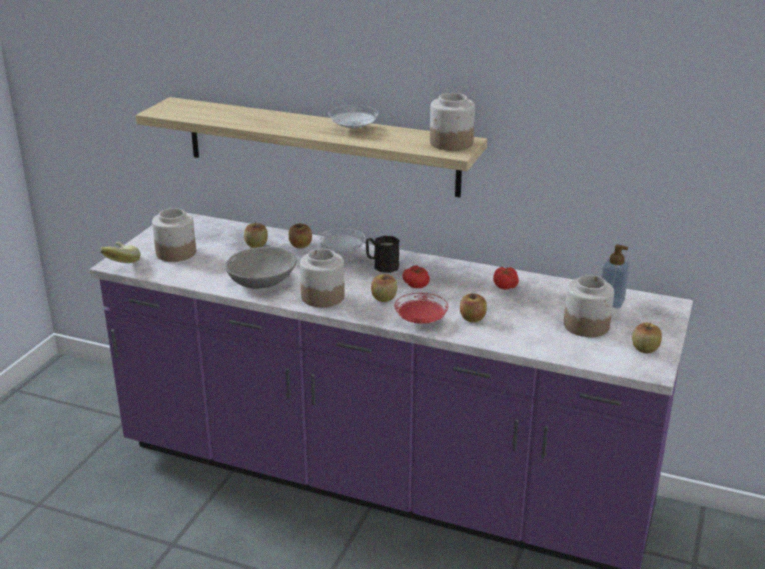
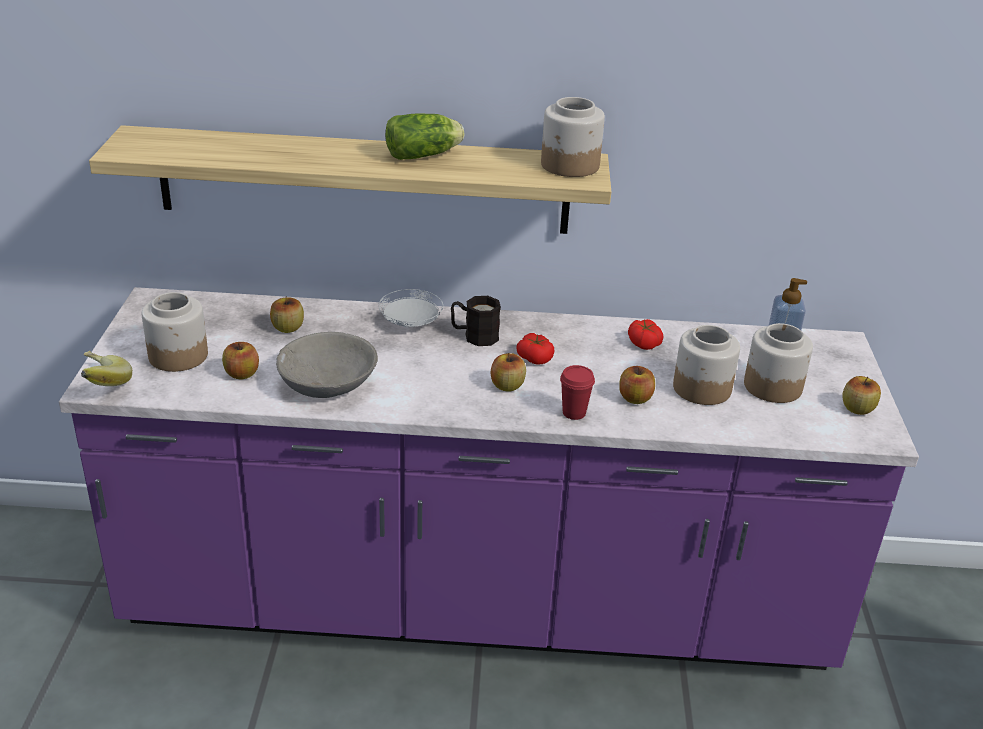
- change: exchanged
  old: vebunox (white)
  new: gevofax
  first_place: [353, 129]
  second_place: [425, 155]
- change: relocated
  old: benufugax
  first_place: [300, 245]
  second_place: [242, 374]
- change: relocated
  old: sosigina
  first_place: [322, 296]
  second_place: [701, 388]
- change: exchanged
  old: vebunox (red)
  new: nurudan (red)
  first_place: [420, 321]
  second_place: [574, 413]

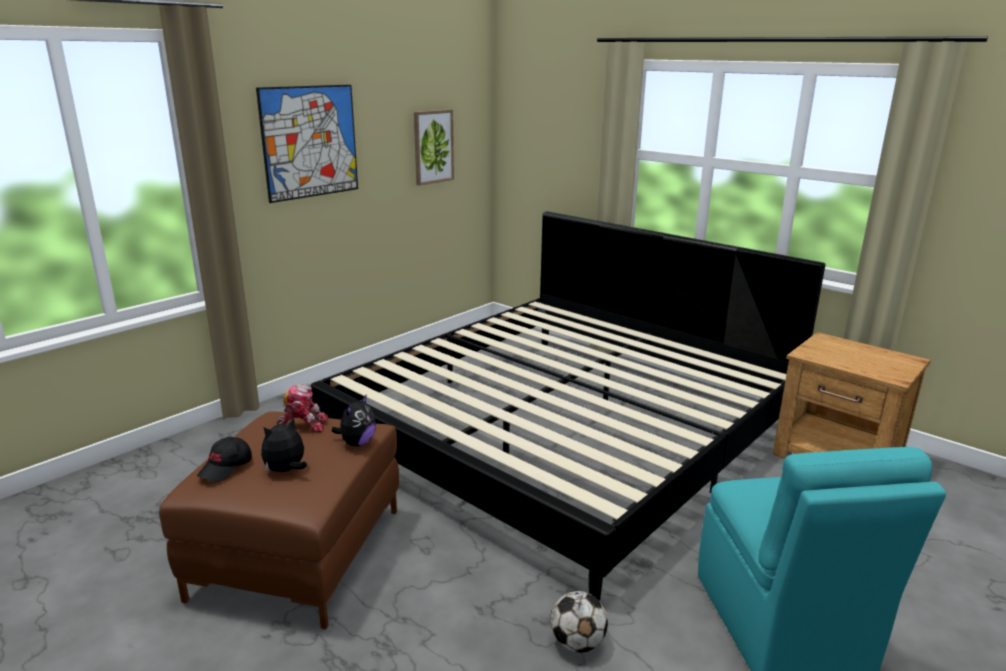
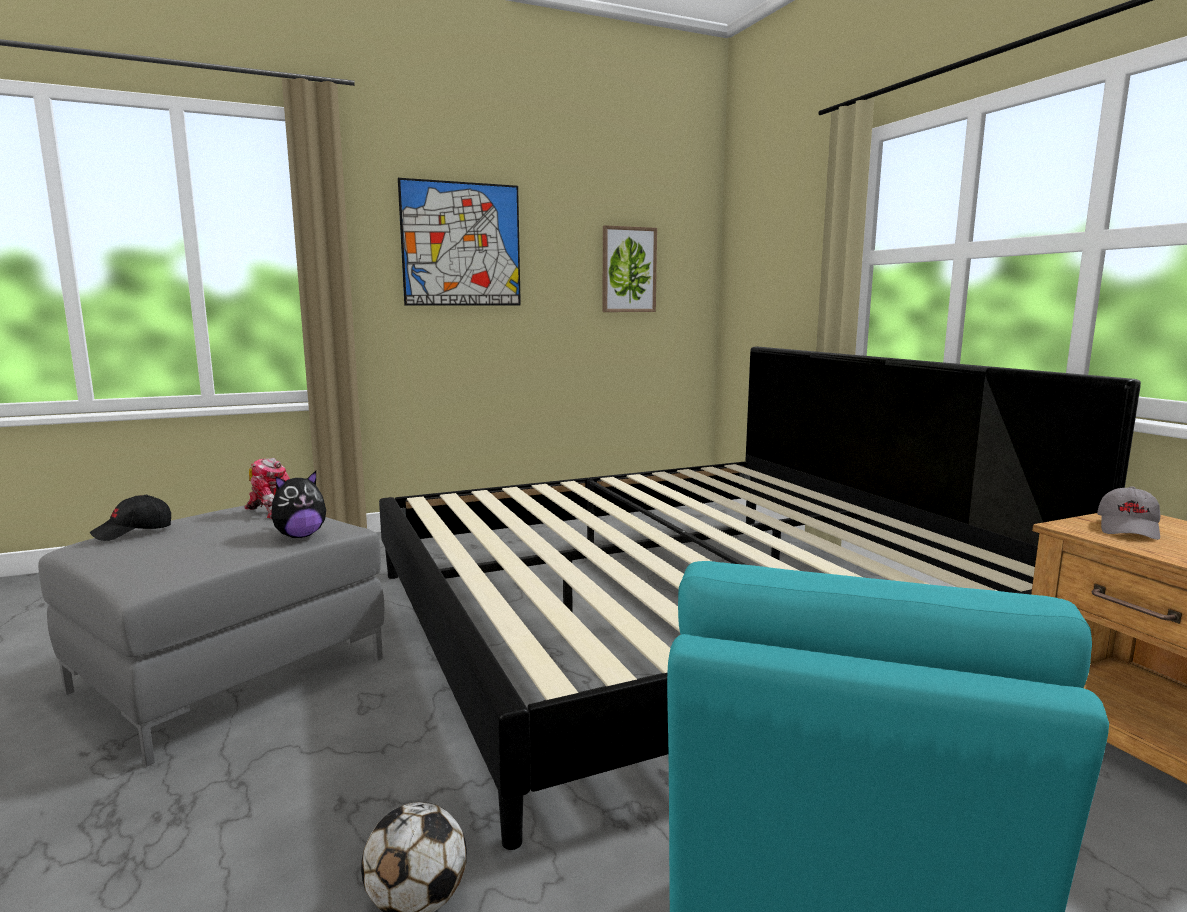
- change: colour
  old: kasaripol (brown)
  new: kasaripol (grey)
  first_place: [298, 553]
  second_place: [230, 675]
- change: missing
  old: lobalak
  first_place: [286, 470]
- change: appeared
  new: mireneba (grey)
  second_place: [1128, 529]

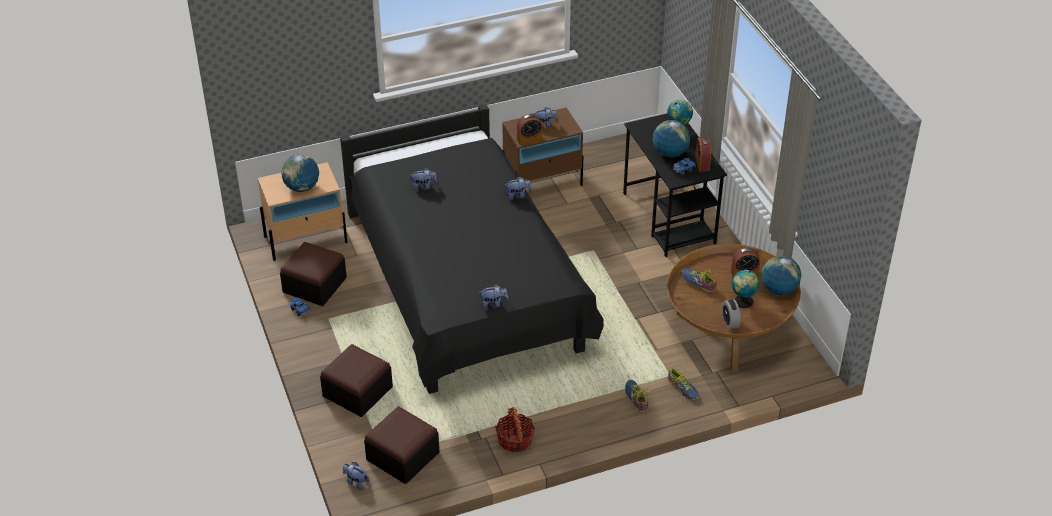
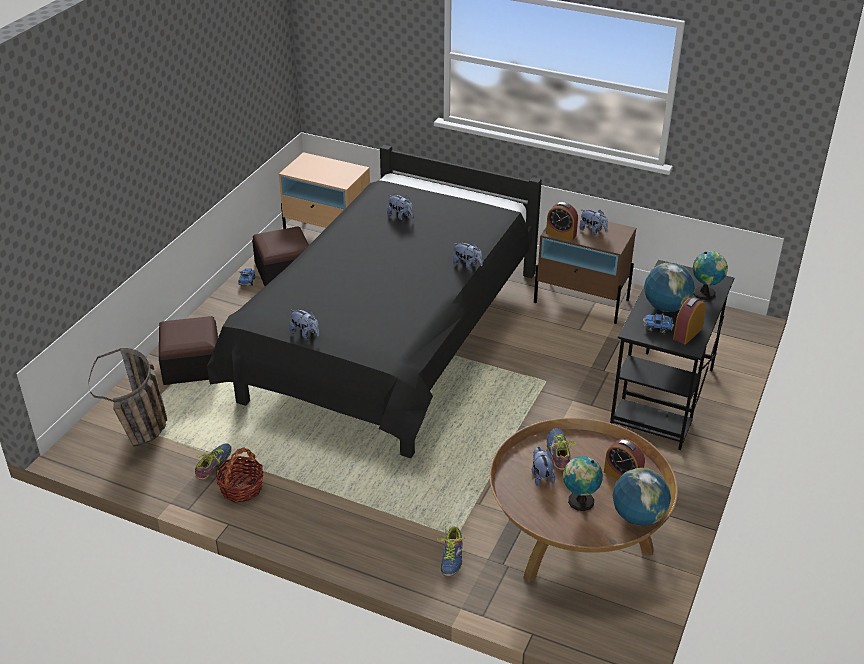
- change: missing
  old: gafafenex
  first_place: [302, 187]
- change: missing
  old: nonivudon
  first_place: [730, 322]
- change: relocated
  old: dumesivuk
  first_place: [636, 398]
  second_place: [213, 464]
- change: exchanged
  old: kasaripol
  new: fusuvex
  first_place: [402, 456]
  second_place: [144, 435]
- change: relocated
  old: lobalak
  first_place: [356, 481]
  second_place: [541, 475]

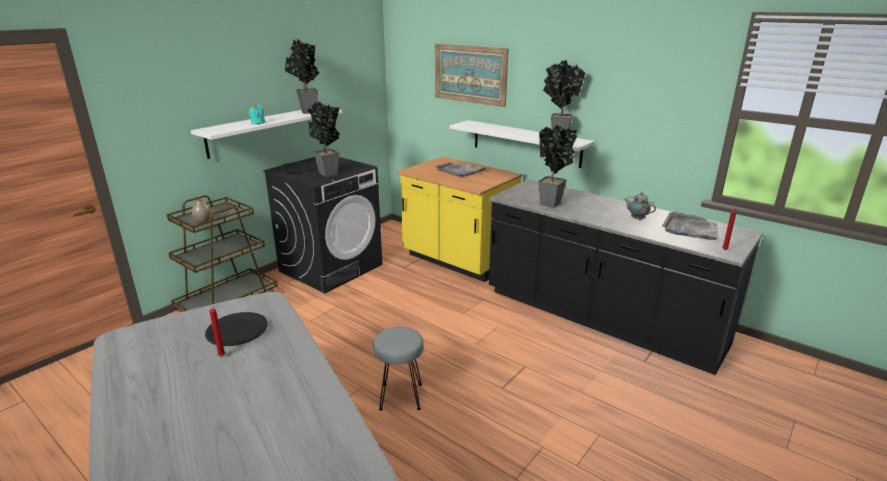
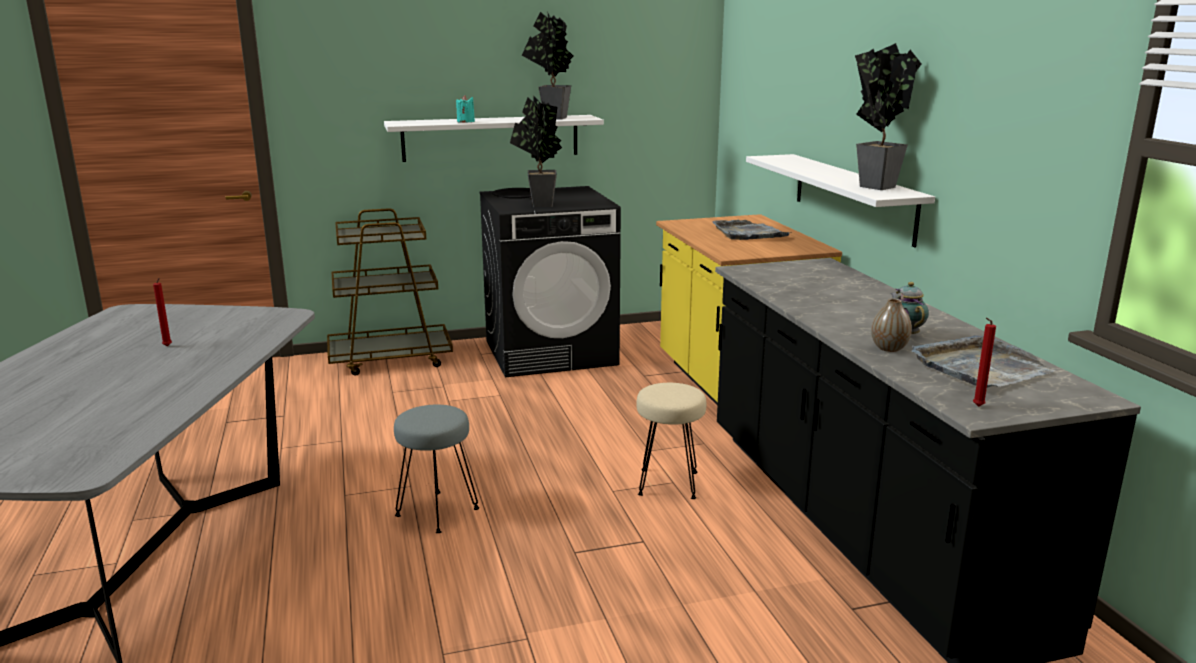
- change: missing
  old: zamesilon
  first_place: [470, 74]
- change: missing
  old: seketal
  first_place: [552, 205]
- change: relocated
  old: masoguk
  first_place: [203, 221]
  second_place: [889, 348]
- change: missing
  old: vebunox (black)
  first_place: [237, 330]
- change: appeared
  new: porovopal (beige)
  second_place: [669, 484]

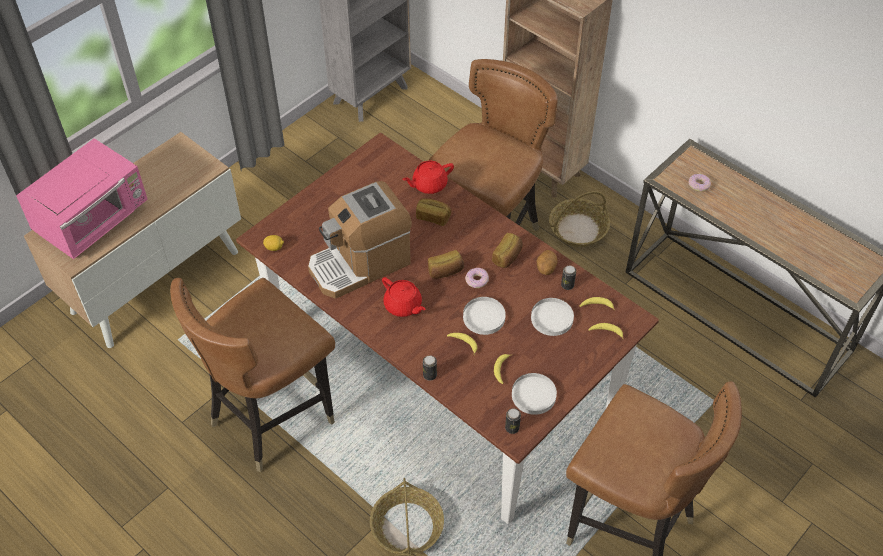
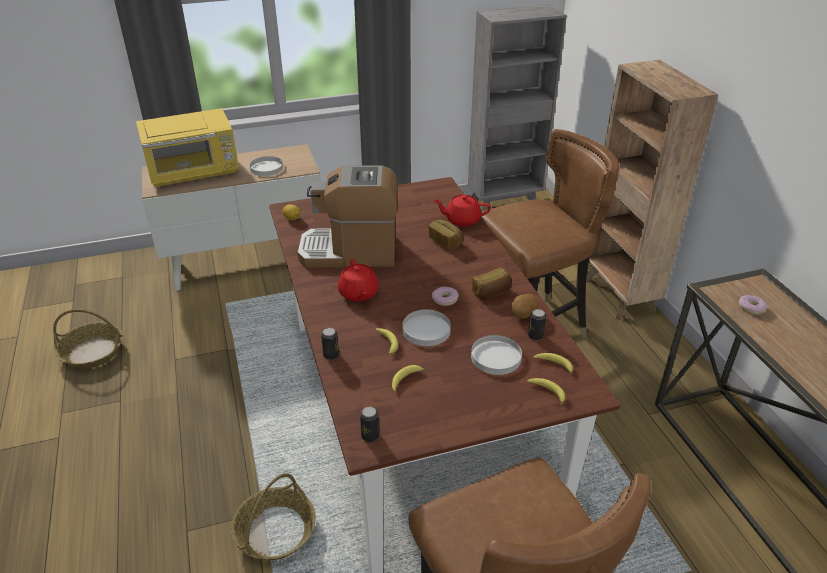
- change: colour
  old: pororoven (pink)
  new: pororoven (yellow)
  first_place: [94, 220]
  second_place: [194, 172]
- change: relocated
  old: fusuvex
  first_place: [578, 229]
  second_place: [93, 352]
- change: missing
  old: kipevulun
  first_place: [445, 271]
- change: missing
  old: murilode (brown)
  first_place: [271, 418]
- change: relocated
  old: vebunox (white)
  first_place: [533, 395]
  second_place: [266, 168]

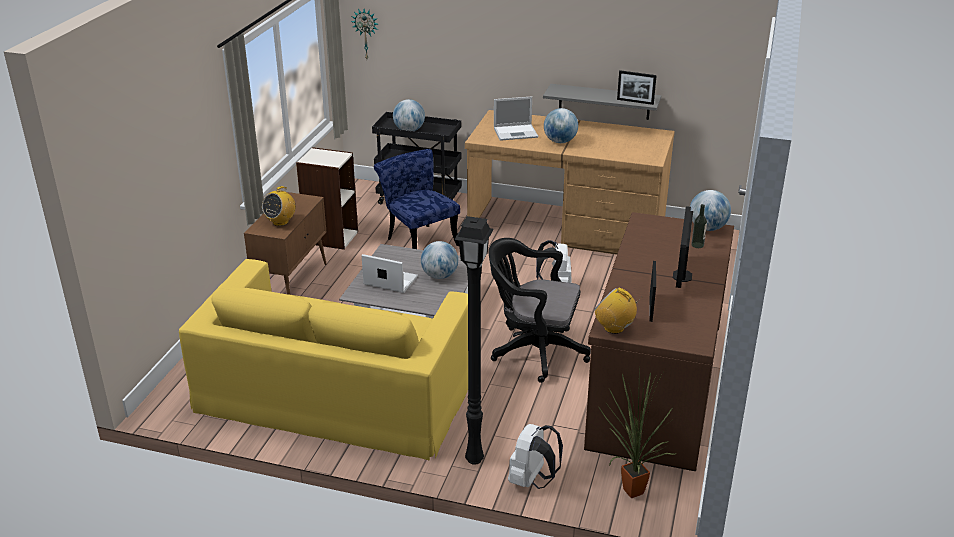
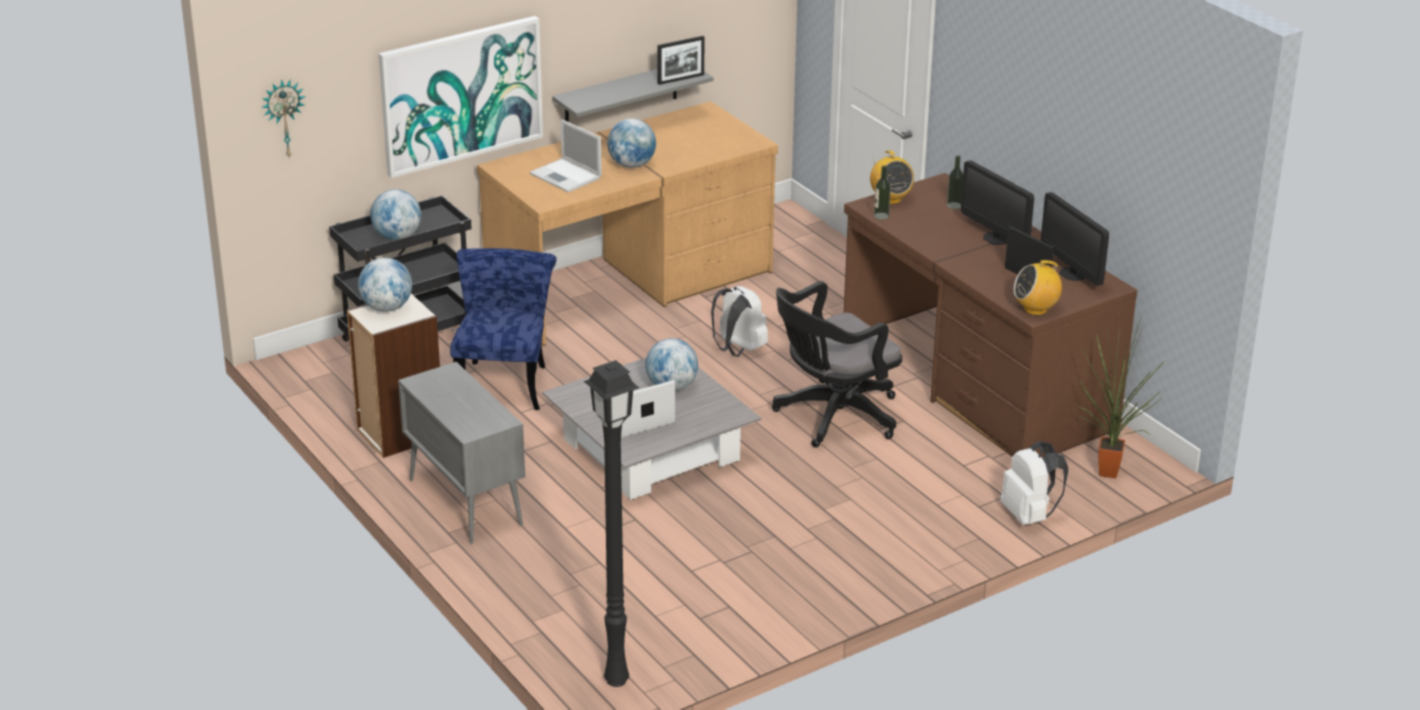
- change: spun
  old: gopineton
  first_place: [516, 132]
  second_place: [567, 176]
  degrees: 105
- change: spun
  old: murilode (blue)
  first_place: [419, 240]
  second_place: [505, 381]
  degrees: 90
- change: relocated
  old: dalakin
  first_place: [280, 222]
  second_place: [890, 199]
- change: relocated
  old: gafafenex
  first_place: [707, 228]
  second_place: [387, 308]
- change: colour
  old: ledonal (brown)
  new: ledonal (grey)
  first_place: [292, 282]
  second_place: [464, 502]
- change: relocated
  old: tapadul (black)
  first_place: [473, 460]
  second_place: [616, 682]
- change: missing
  old: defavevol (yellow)
  first_place: [336, 392]
- change: appeared
  new: zamesilon
  second_place: [461, 95]
- change: appeared
  new: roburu
  second_place: [881, 216]
- change: appeared
  new: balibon
  second_place: [1072, 274]

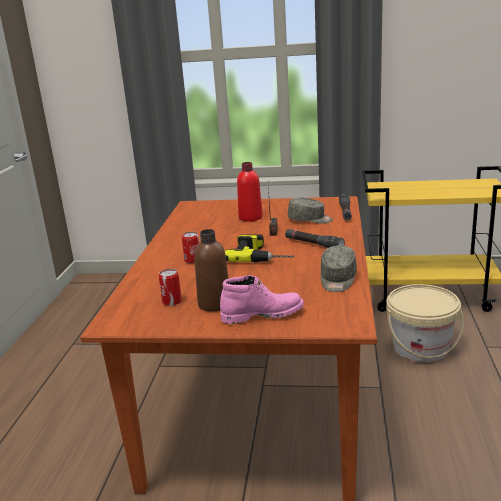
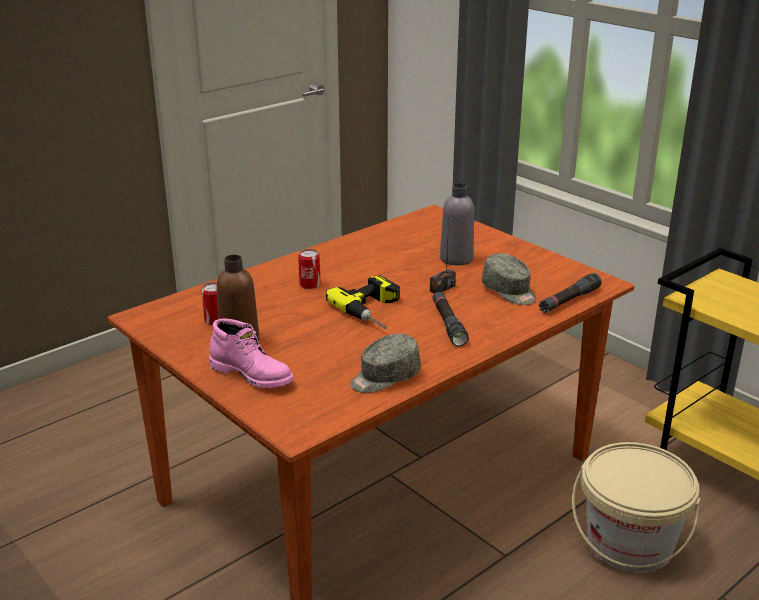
- change: colour
  old: roburu (red)
  new: roburu (grey)
  first_place: [250, 217]
  second_place: [456, 259]

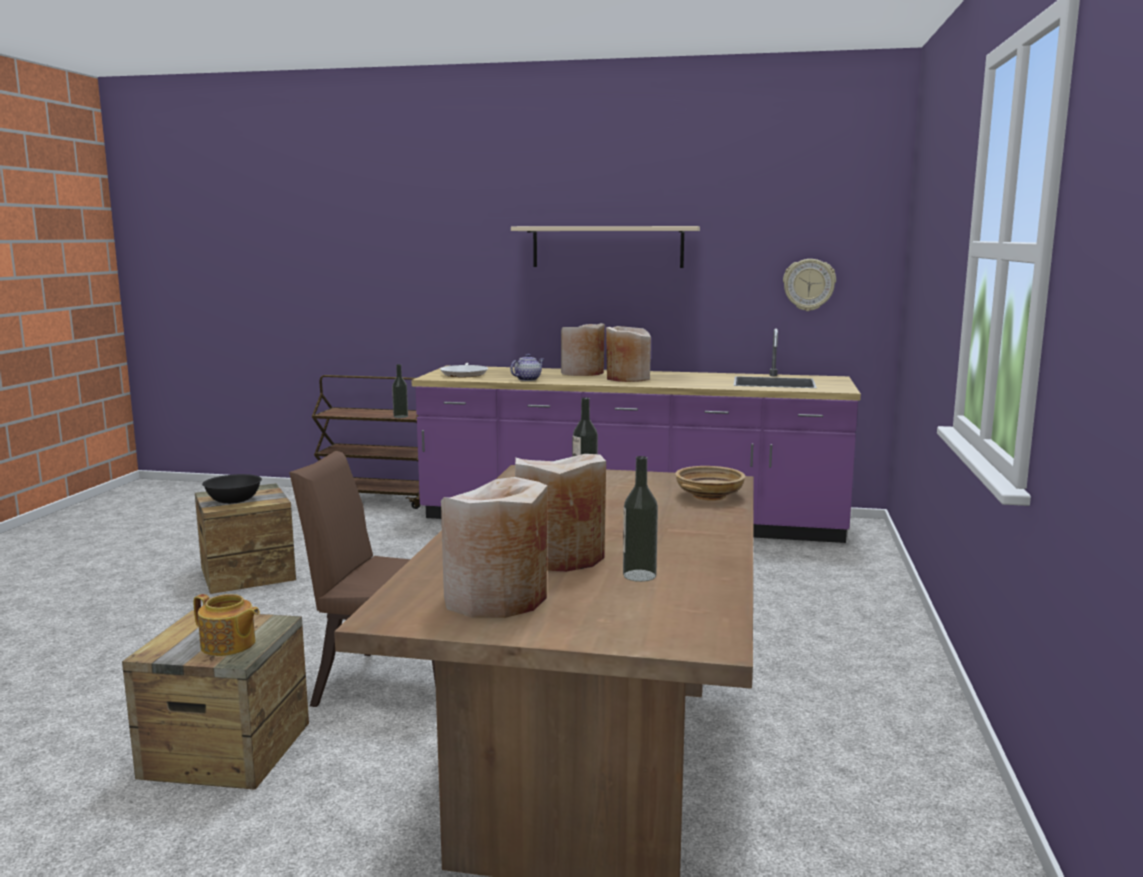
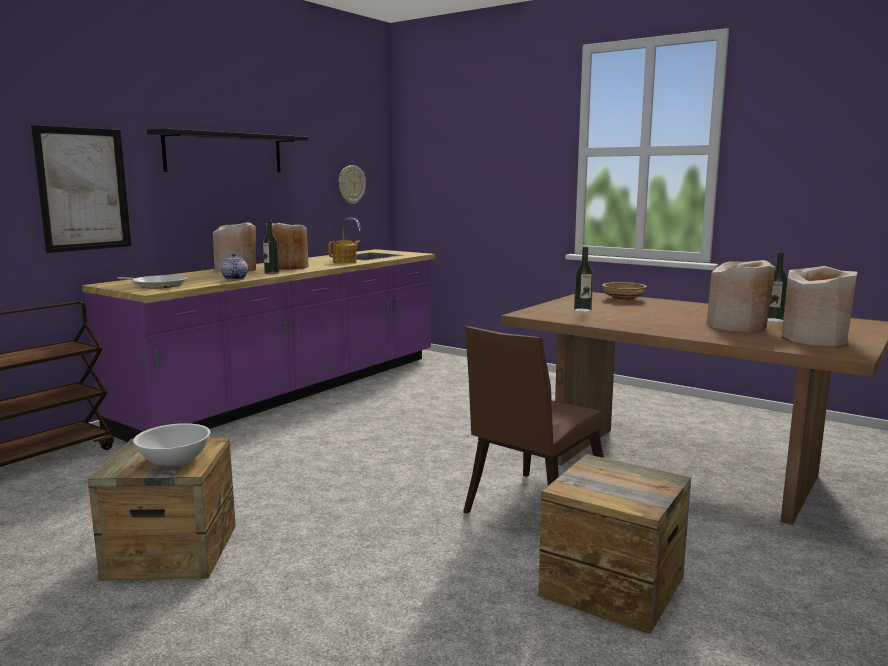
- change: colour
  old: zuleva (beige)
  new: zuleva (black)
  first_place: [607, 247]
  second_place: [224, 153]
- change: relocated
  old: roburu
  first_place: [400, 416]
  second_place: [271, 273]
- change: colour
  old: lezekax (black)
  new: lezekax (white)
  first_place: [234, 501]
  second_place: [174, 460]
- change: relocated
  old: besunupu
  first_place: [228, 645]
  second_place: [345, 262]
- change: appeared
  new: zamesilon
  second_place: [83, 189]

